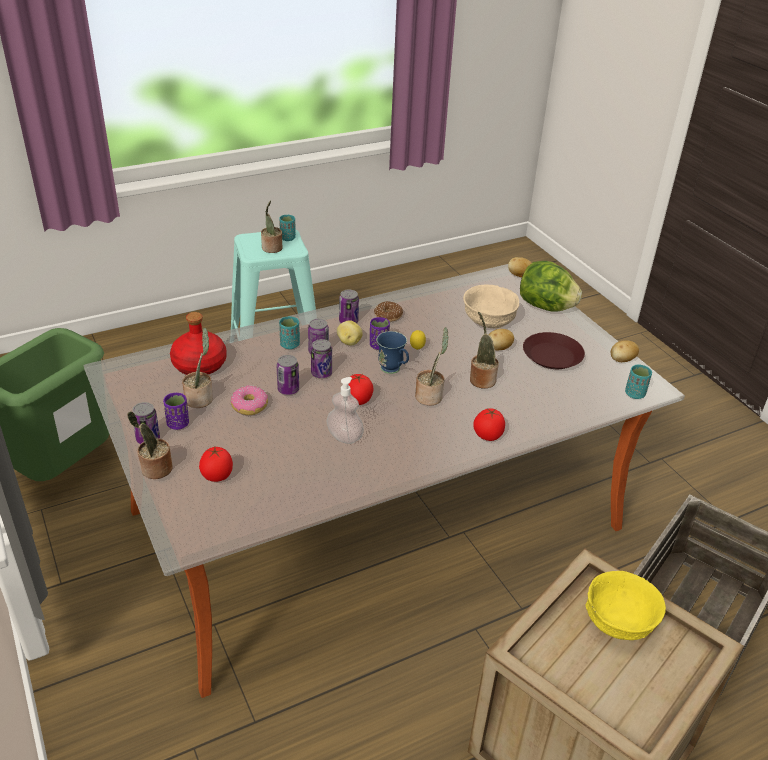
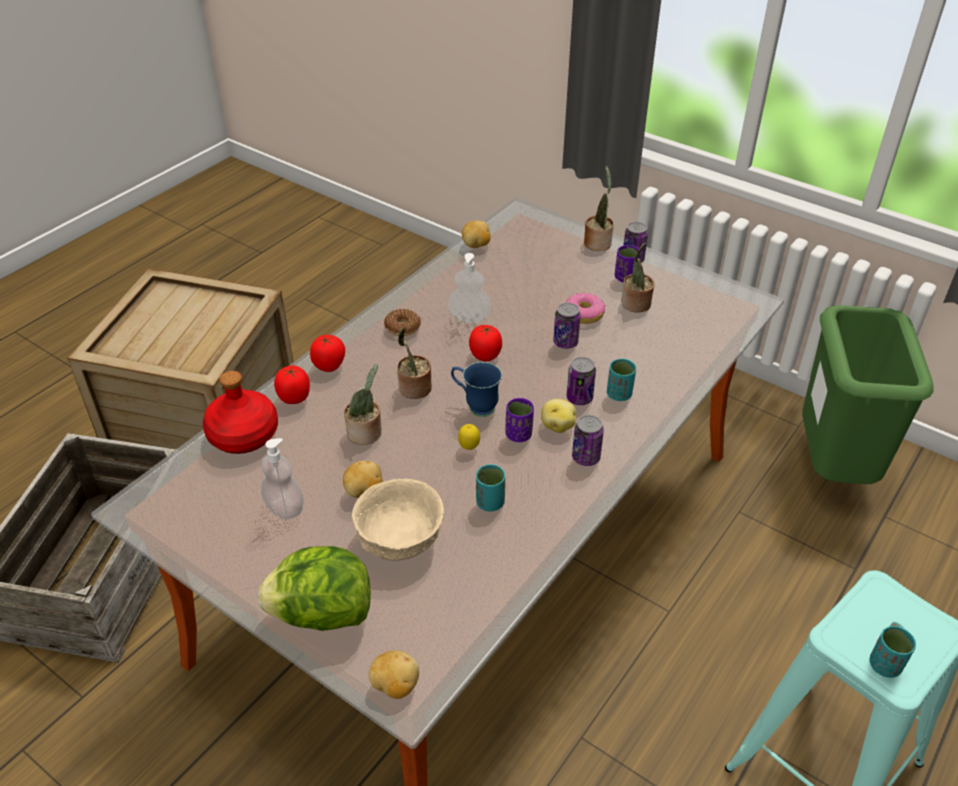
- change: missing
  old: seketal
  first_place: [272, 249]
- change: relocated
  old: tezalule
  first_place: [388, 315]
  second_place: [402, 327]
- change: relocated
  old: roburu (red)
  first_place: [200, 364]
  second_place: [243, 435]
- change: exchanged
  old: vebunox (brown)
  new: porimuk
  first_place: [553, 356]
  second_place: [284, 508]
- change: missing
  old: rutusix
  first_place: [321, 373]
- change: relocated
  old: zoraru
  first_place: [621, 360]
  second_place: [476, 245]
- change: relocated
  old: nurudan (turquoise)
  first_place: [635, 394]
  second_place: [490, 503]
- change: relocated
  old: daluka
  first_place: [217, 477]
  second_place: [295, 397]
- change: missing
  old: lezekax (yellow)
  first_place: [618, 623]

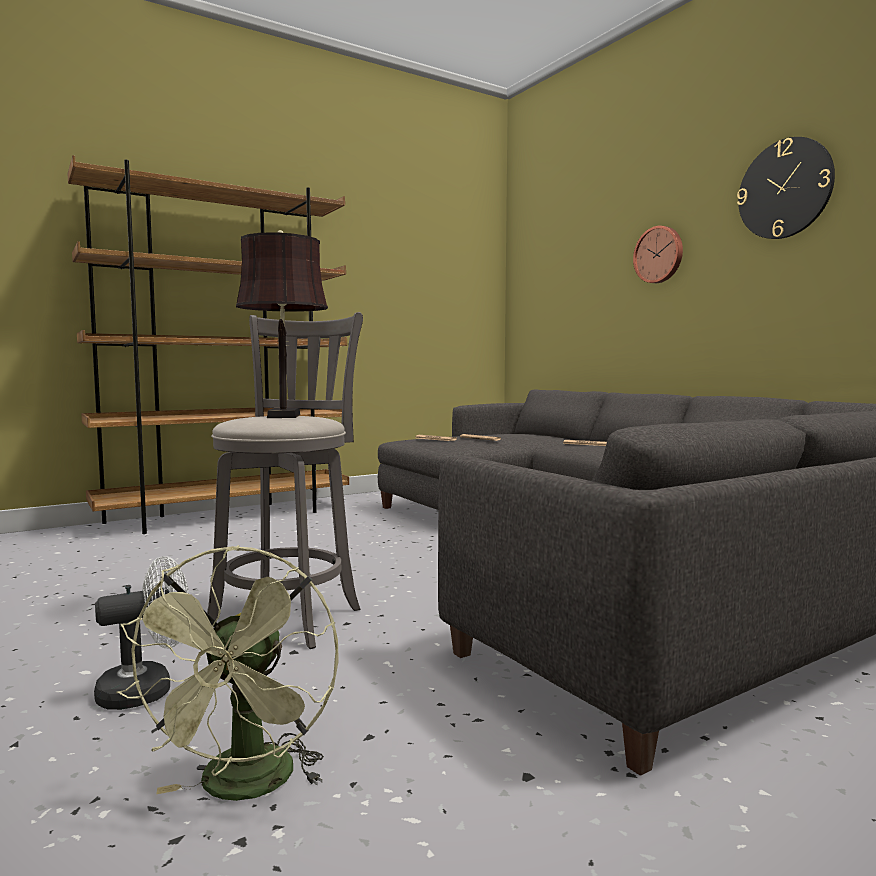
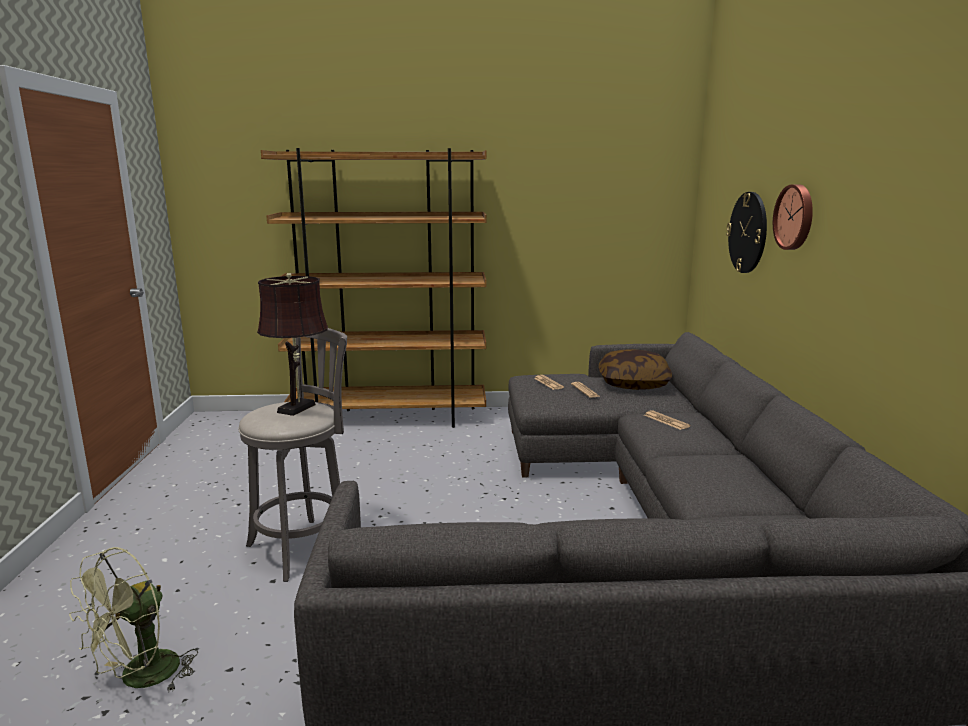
- change: relocated
  old: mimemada
  first_place: [784, 189]
  second_place: [748, 232]
- change: missing
  old: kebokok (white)
  first_place: [147, 690]
- change: appeared
  new: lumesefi
  second_place: [633, 383]

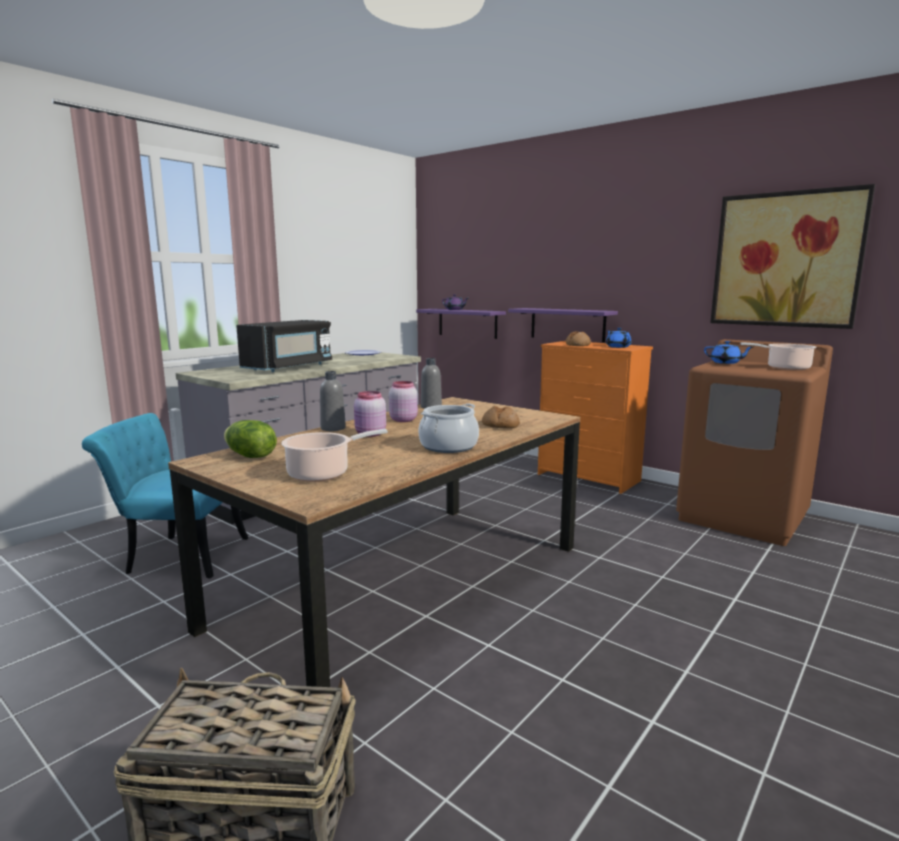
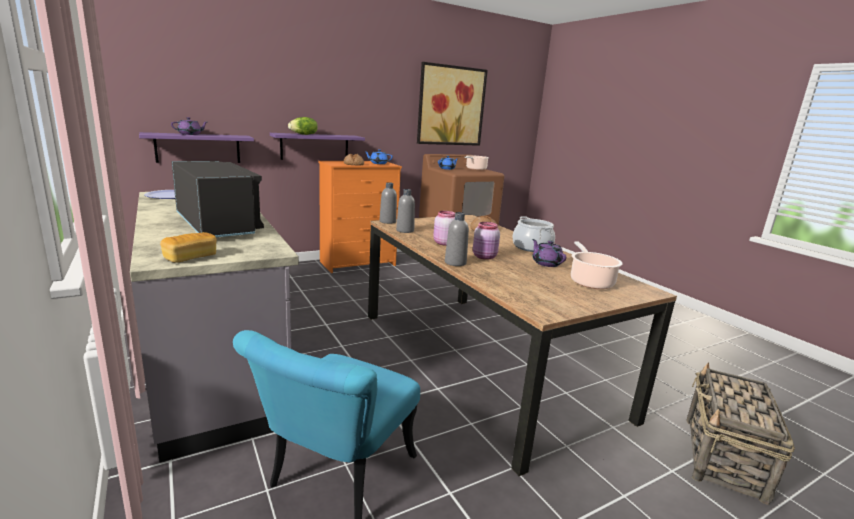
- change: relocated
  old: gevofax
  first_place: [250, 456]
  second_place: [304, 134]
- change: appeared
  new: roburu (grey)
  second_place: [387, 221]
- change: appeared
  new: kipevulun
  second_place: [190, 257]
- change: appeared
  new: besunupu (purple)
  second_place: [546, 263]

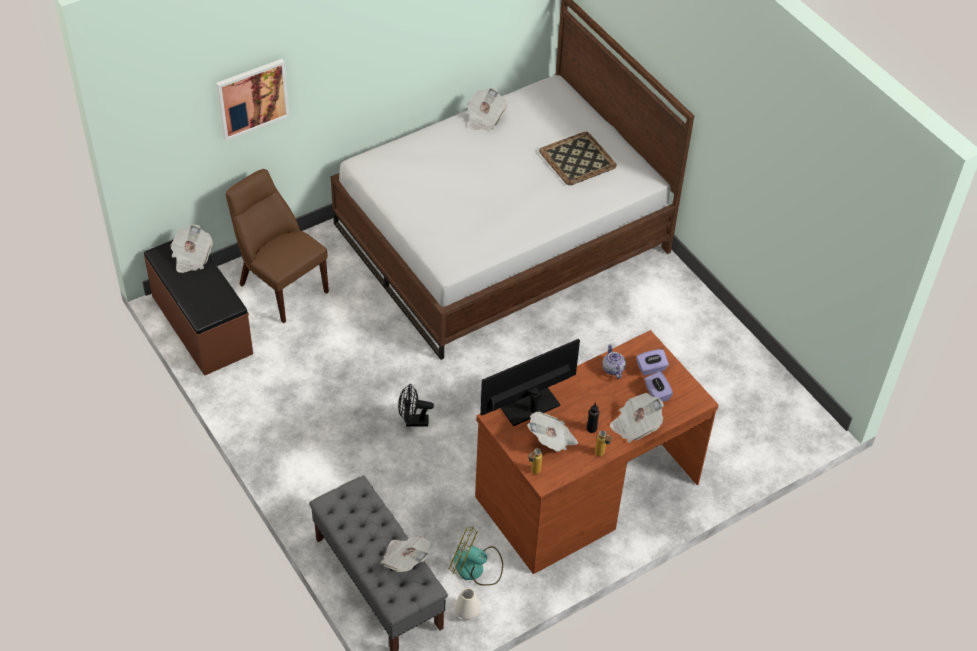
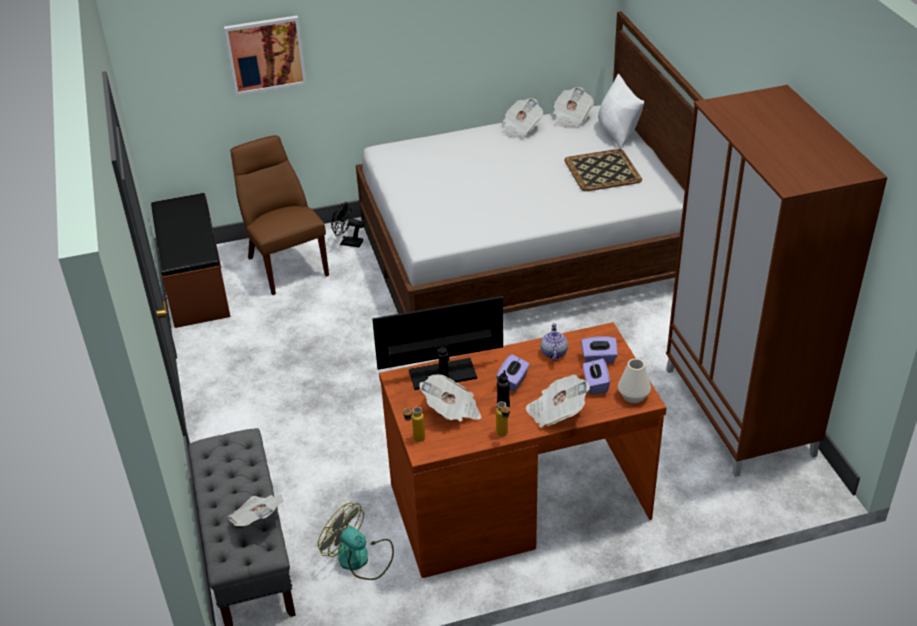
- change: relocated
  old: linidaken
  first_place: [191, 258]
  second_place: [571, 118]
- change: relocated
  old: kebokok (black)
  first_place: [413, 422]
  second_place: [348, 243]
- change: relocated
  old: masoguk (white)
  first_place: [467, 612]
  second_place: [633, 396]
- change: appeared
  new: lumesefi (white)
  second_place: [617, 133]
- change: appeared
  new: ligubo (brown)
  second_place: [739, 412]
- change: appeared
  new: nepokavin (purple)
  second_place: [513, 381]

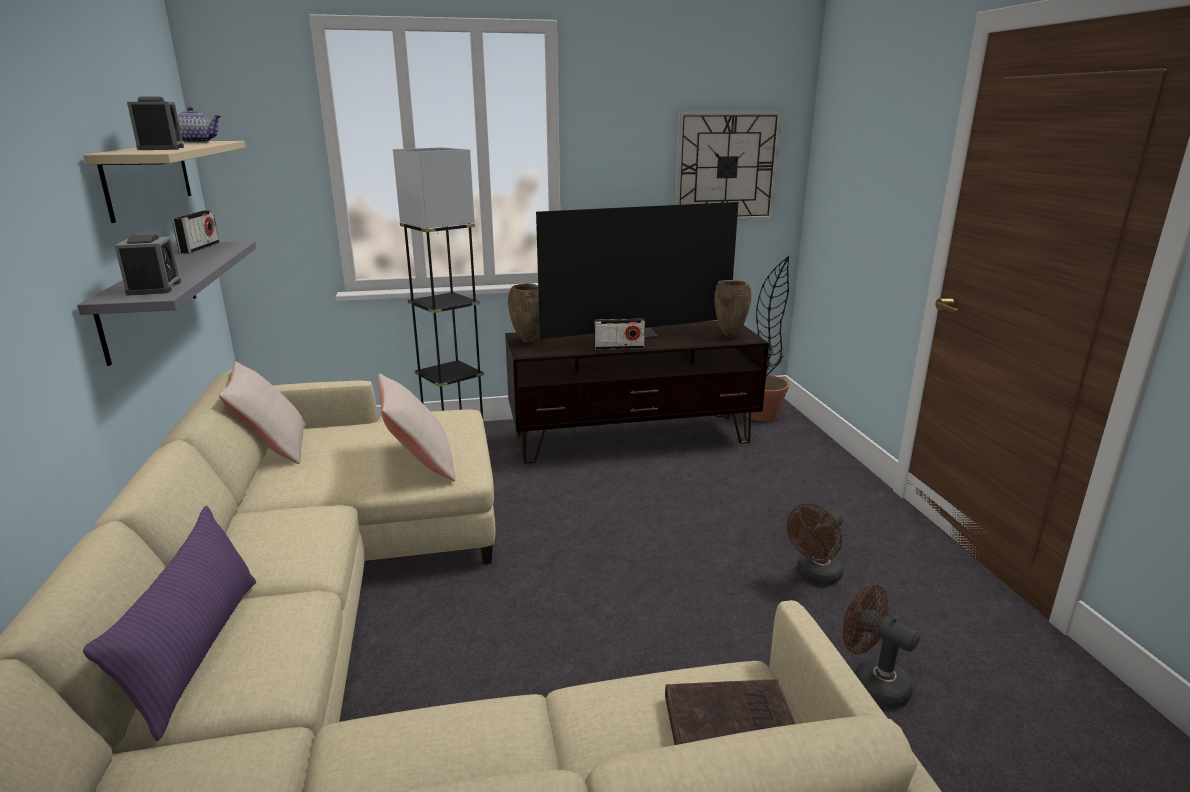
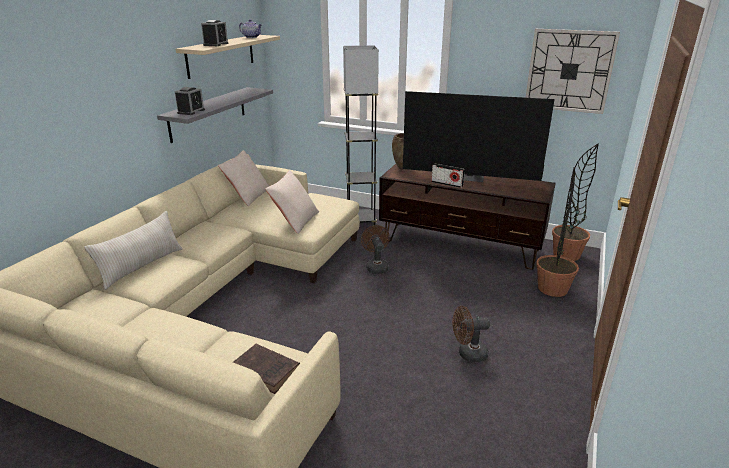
- change: missing
  old: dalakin
  first_place: [200, 248]
- change: missing
  old: masoguk (brown)
  first_place: [730, 336]
- change: colour
  old: lumesefi (purple)
  new: lumesefi (beige)
  first_place: [196, 651]
  second_place: [141, 266]
- change: relocated
  old: kebokok (brown)
  first_place: [871, 683]
  second_place: [376, 266]
- change: appeared
  new: seketal
  second_place: [552, 289]

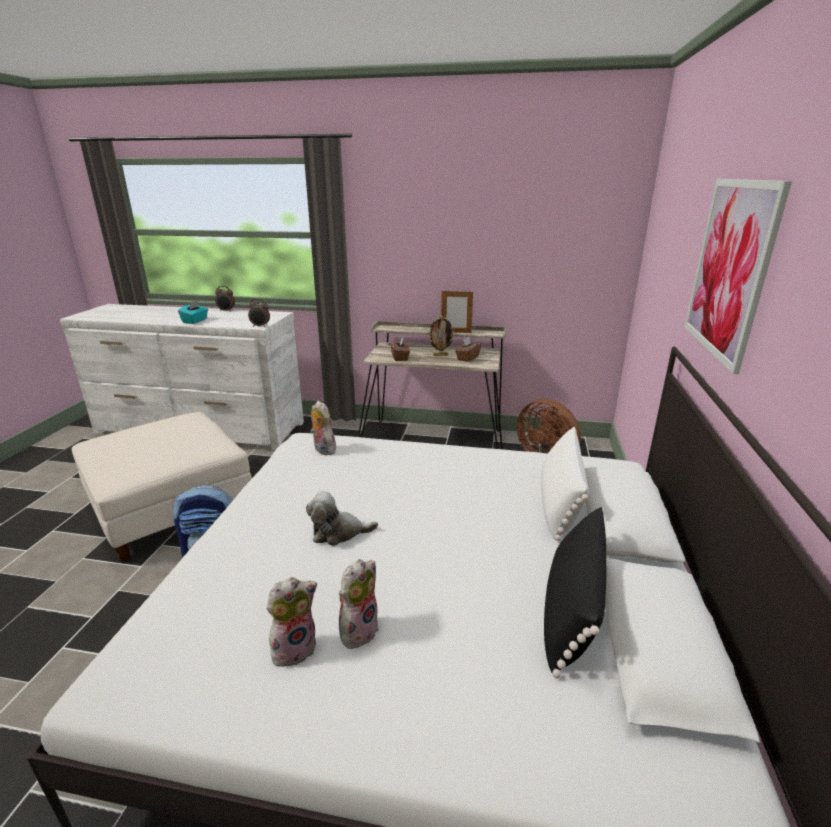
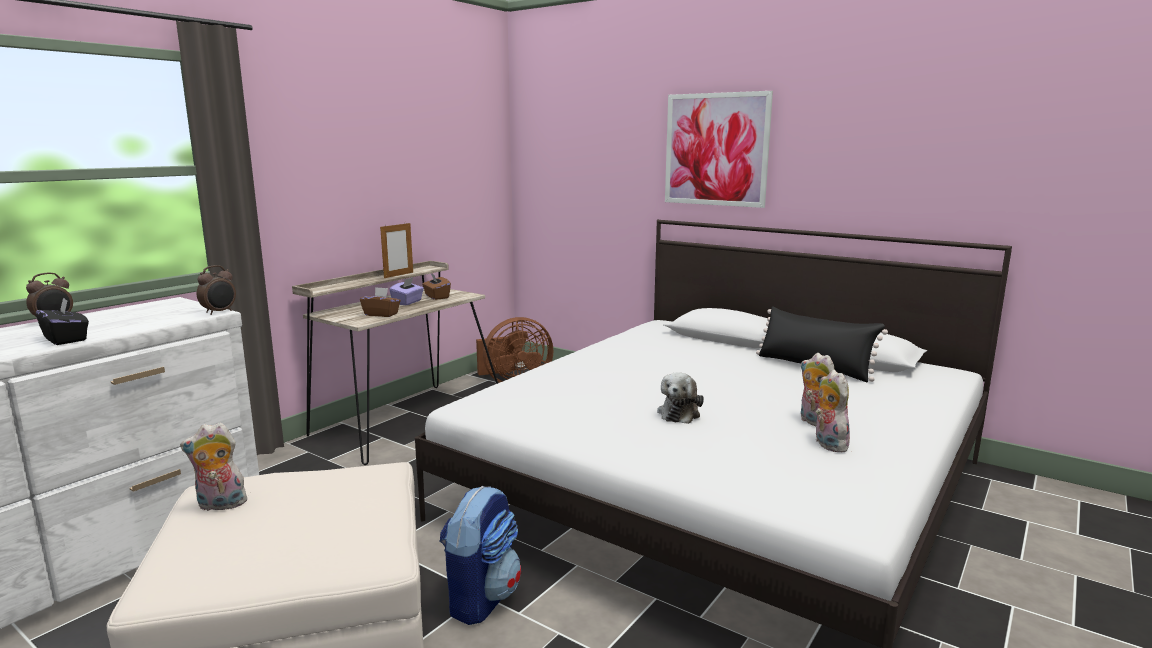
- change: colour
  old: nepokavin (turquoise)
  new: nepokavin (black)
  first_place: [195, 321]
  second_place: [66, 339]
- change: exchanged
  old: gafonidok
  new: nepokavin (purple)
  first_place: [440, 355]
  second_place: [407, 302]
- change: relocated
  old: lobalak
  first_place: [323, 450]
  second_place: [220, 505]
- change: missing
  old: lumesefi (white)
  first_place: [559, 501]

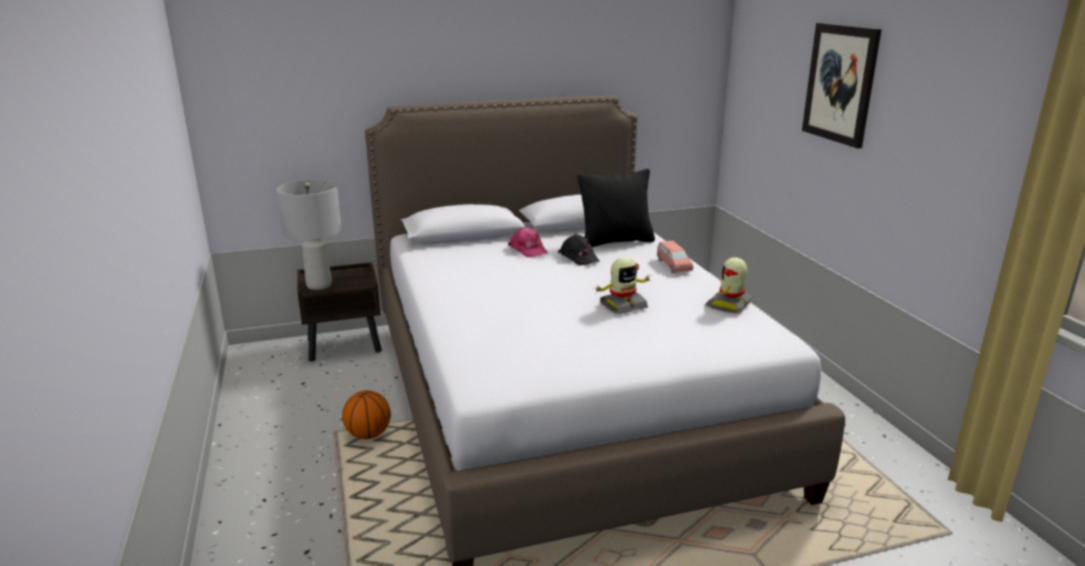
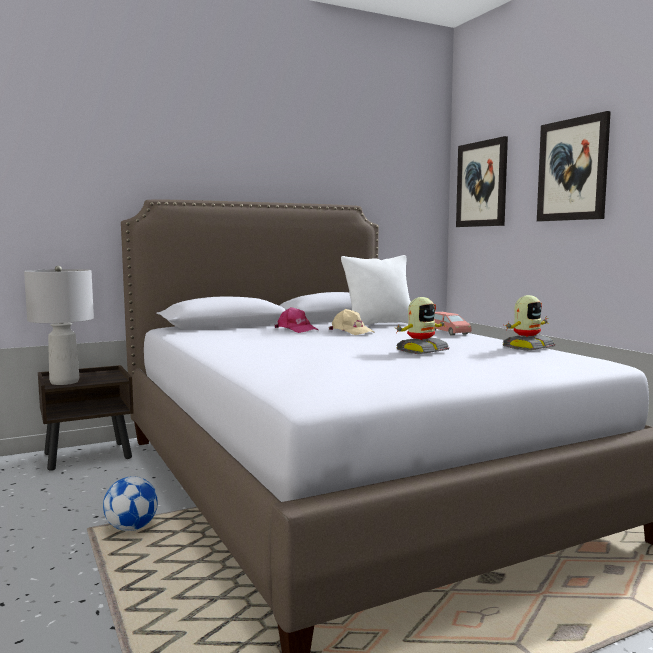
- change: colour
  old: lumesefi (black)
  new: lumesefi (white)
  first_place: [616, 241]
  second_place: [380, 324]
- change: colour
  old: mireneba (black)
  new: mireneba (beige)
  first_place: [579, 257]
  second_place: [351, 331]
- change: spun
  old: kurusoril
  first_place: [729, 305]
  second_place: [527, 347]
  degrees: -150
- change: exchanged
  old: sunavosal
  new: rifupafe
  first_place: [368, 434]
  second_place: [132, 528]
- change: appeared
  new: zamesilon
  second_place: [481, 184]

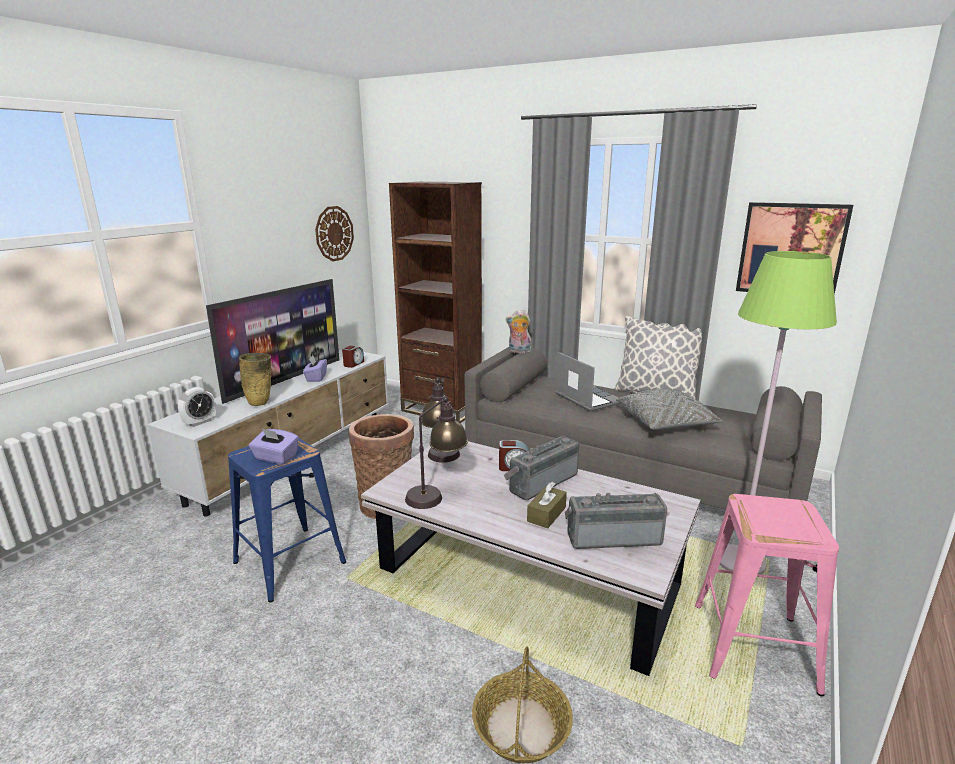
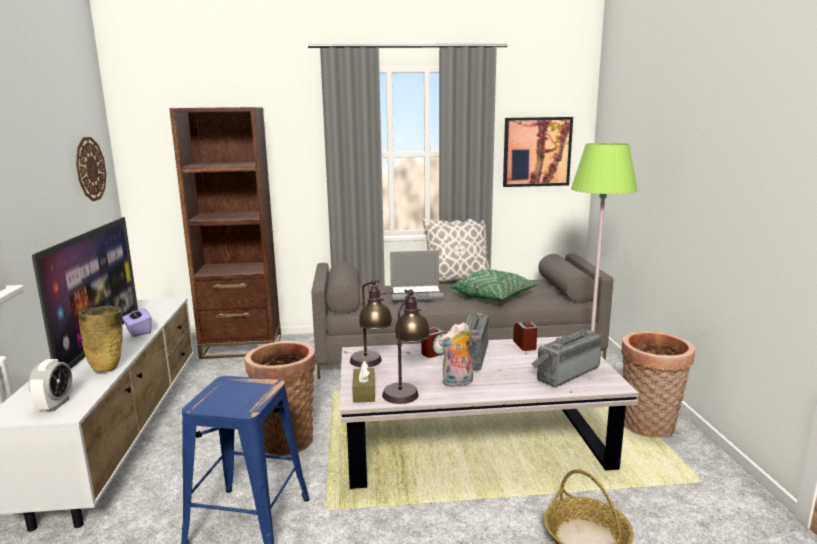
- change: relocated
  old: lobalak
  first_place: [518, 352]
  second_place: [457, 383]
- change: relocated
  old: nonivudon
  first_place: [353, 364]
  second_place: [525, 345]
- change: spun
  old: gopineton
  first_place: [586, 398]
  second_place: [417, 294]
  degrees: 150
- change: colour
  old: lumesefi (grey)
  new: lumesefi (green)
  first_place: [665, 423]
  second_place: [494, 297]
- change: missing
  old: nepokavin (purple)
  first_place: [275, 458]
- change: relocated
  old: nepokavin (brown)
  first_place: [546, 514]
  second_place: [364, 392]
- change: exchanged
  old: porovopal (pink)
  new: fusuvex
  first_place: [755, 646]
  second_place: [648, 427]

